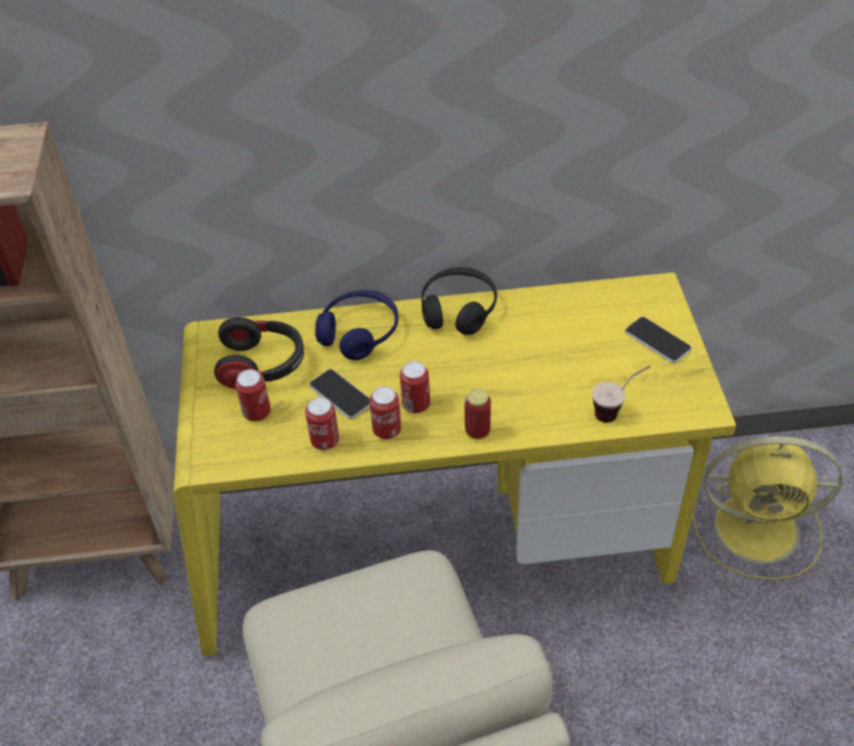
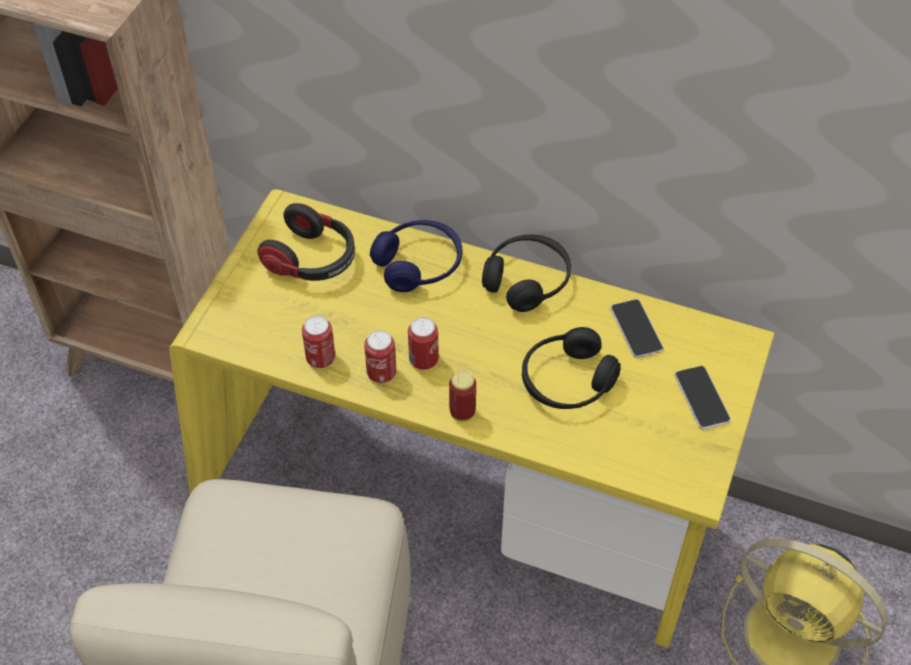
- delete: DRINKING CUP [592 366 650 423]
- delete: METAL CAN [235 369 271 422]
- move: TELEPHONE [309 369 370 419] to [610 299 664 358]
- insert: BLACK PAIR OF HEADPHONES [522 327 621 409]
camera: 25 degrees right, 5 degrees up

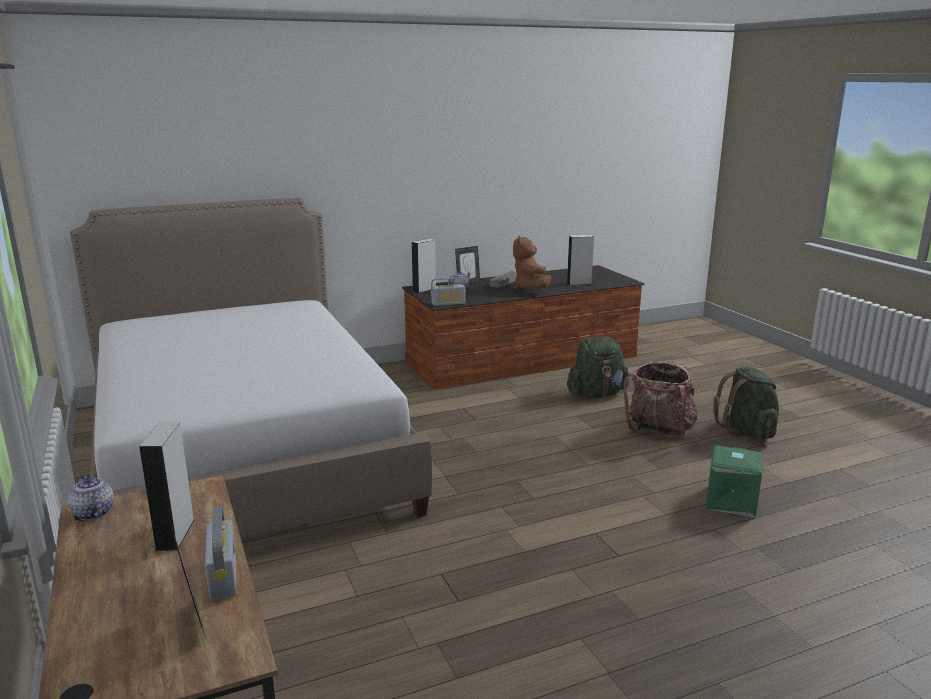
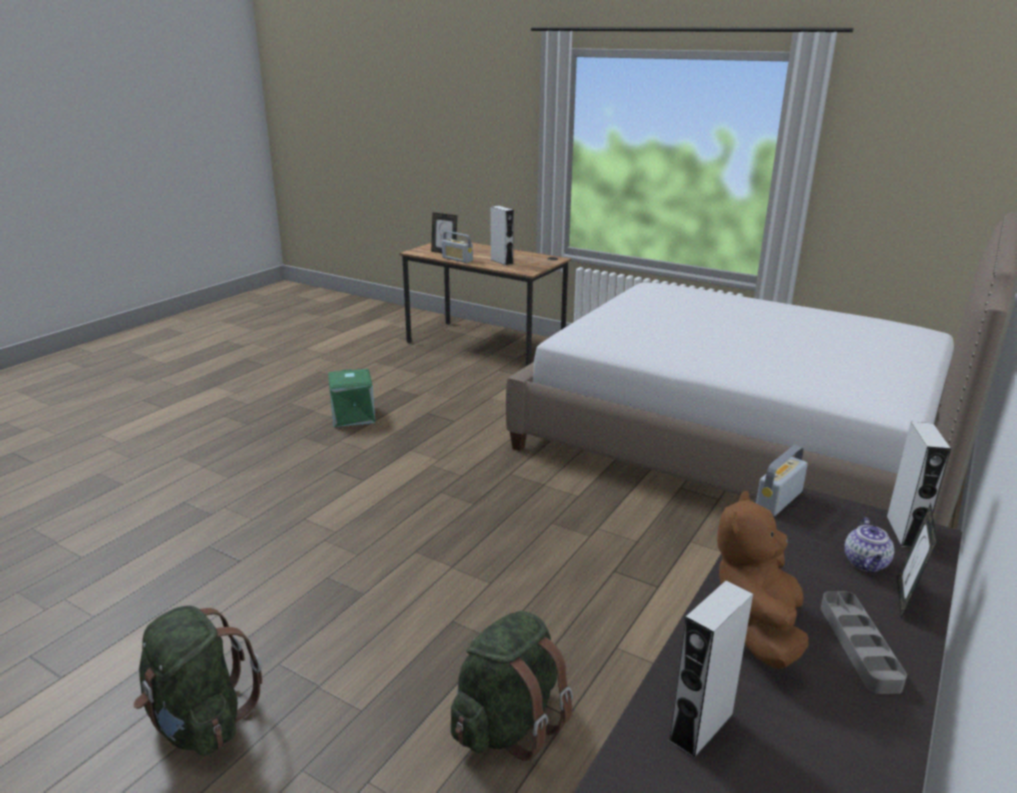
- rotate: BROWN-COLOURED SOFT TOY [513 235 551 289] = [717 491 808 668] 120 degrees counterclockwise
- delete: RUCKSACK [624 359 697 437]
- move: GREENISH STORAGE CONTAINER [706 445 762 518] to [328 369 375 427]
- delete: TEA POT [68 474 114 520]
camera: 145 degrees right, 5 degrees up

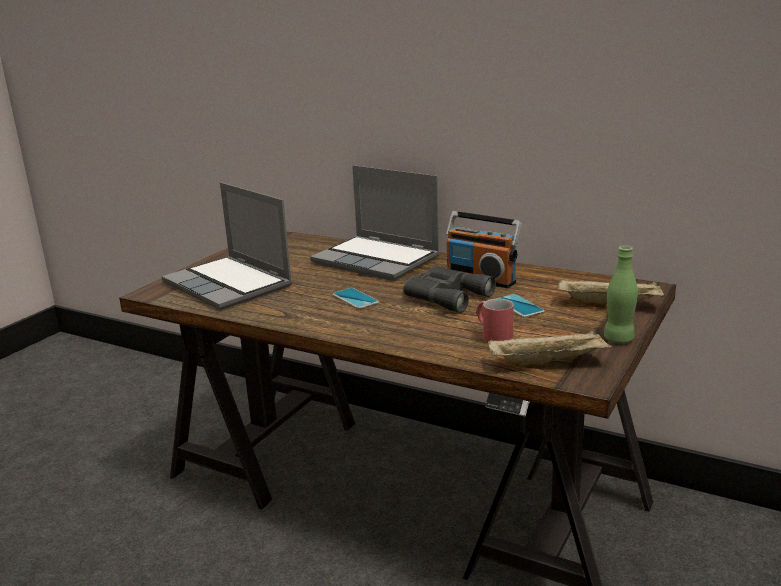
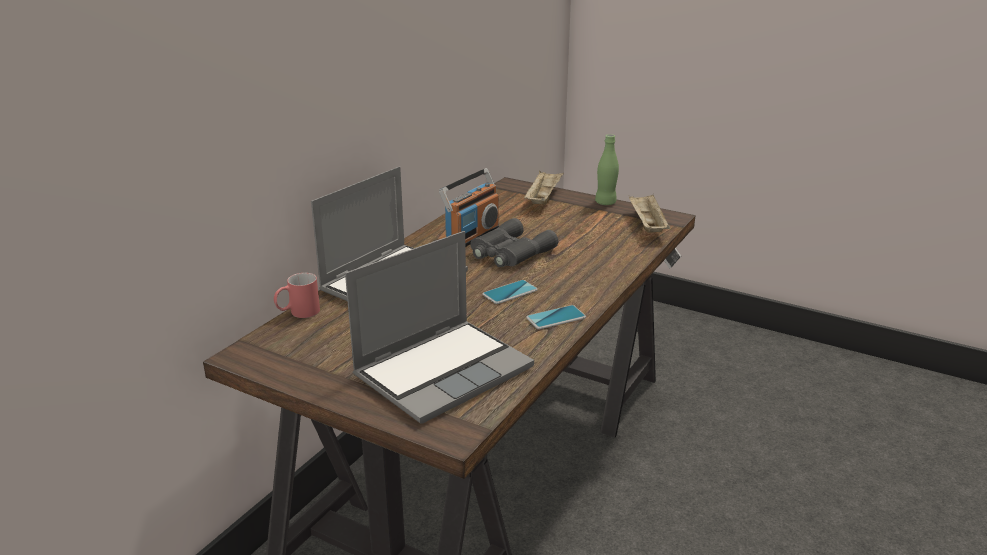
- move: TELEPHONE [496 294 545 318] to [526 305 586 329]
- move: REDDISH TEA MUG [476 299 514 344] to [274 273 320 318]
camera: 90 degrees left, 5 degrees up

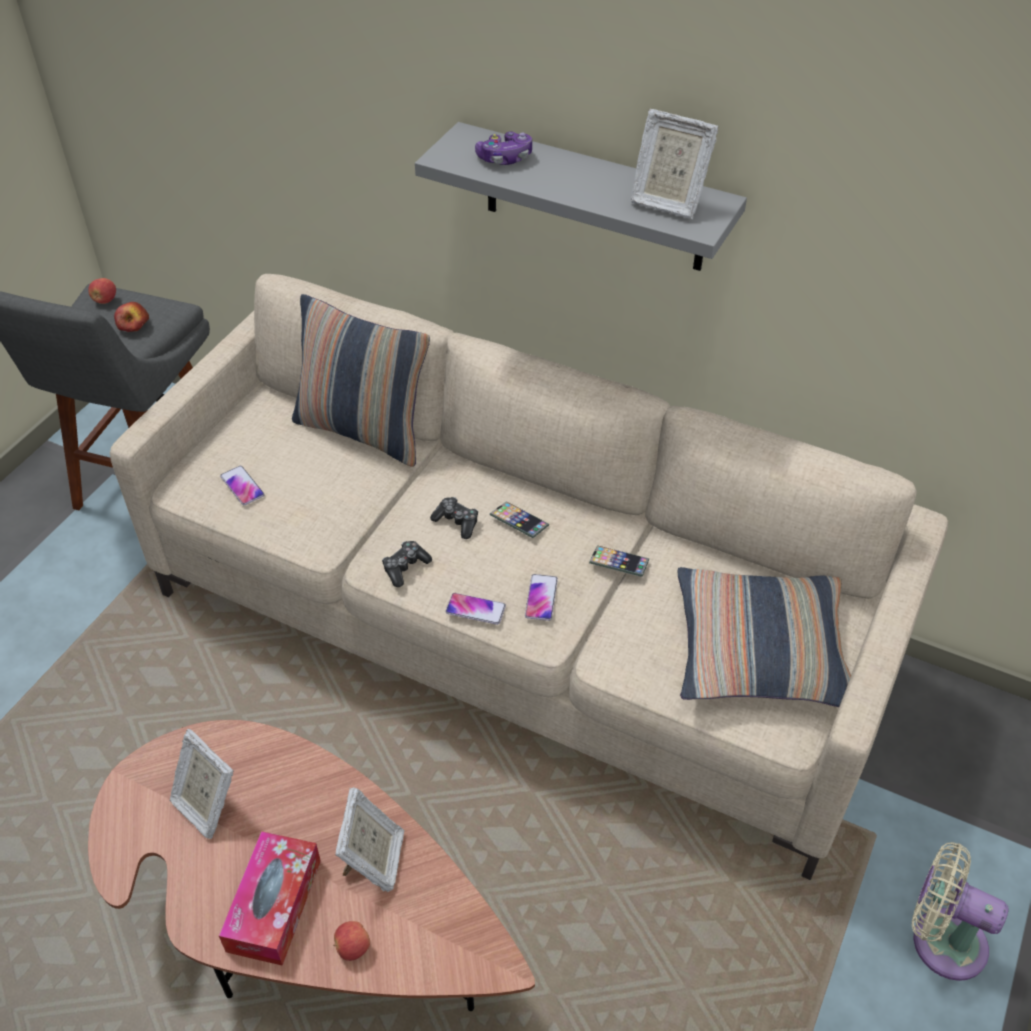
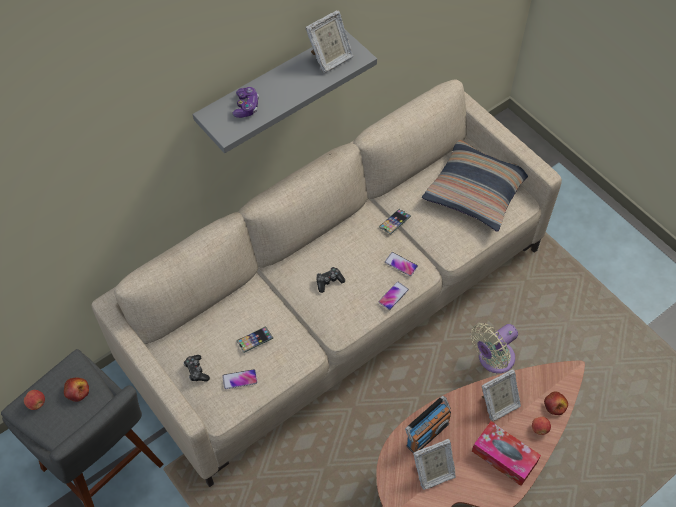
- delete: PILLOW [292 294 430 467]
- move: TELEPHONE [490 501 549 538] to [236 326 273 353]
- move: JOYPAD [382 541 432 587] to [183 355 210 382]
- rotate: PICTURE FRAME [336 787 404 892] = [482 369 521 421] 120 degrees clockwise
- move: SAND-COLOURED FAN [912 842 1009 981] to [471 323 518 373]
- insert: APPLE [544 391 568 415]
- insert: RADIO RECEIVER [405 396 451 453]
camera: 65 degrees left, 10 degrees up

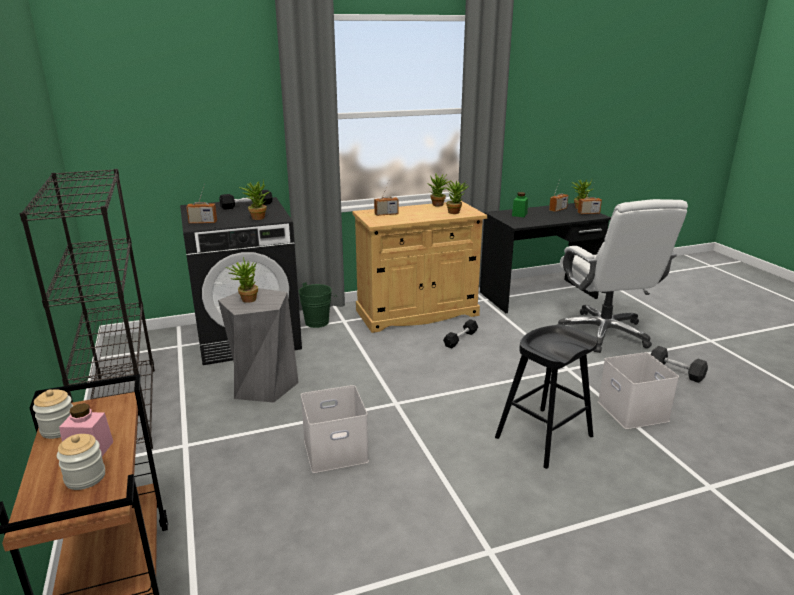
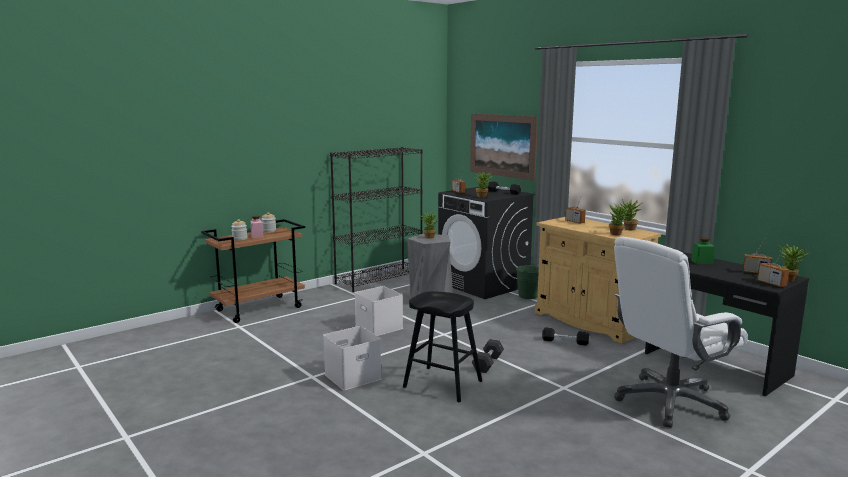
- move: GRAY DUMBBELL [651 346 708 383] to [472 339 504 373]
- move: WHITISH STORAGE CONTAINER [598 352 679 429] to [323 326 382 391]
- insert: WALL ART [470 114 538 181]
camera: 70 degrees right, 10 degrees down

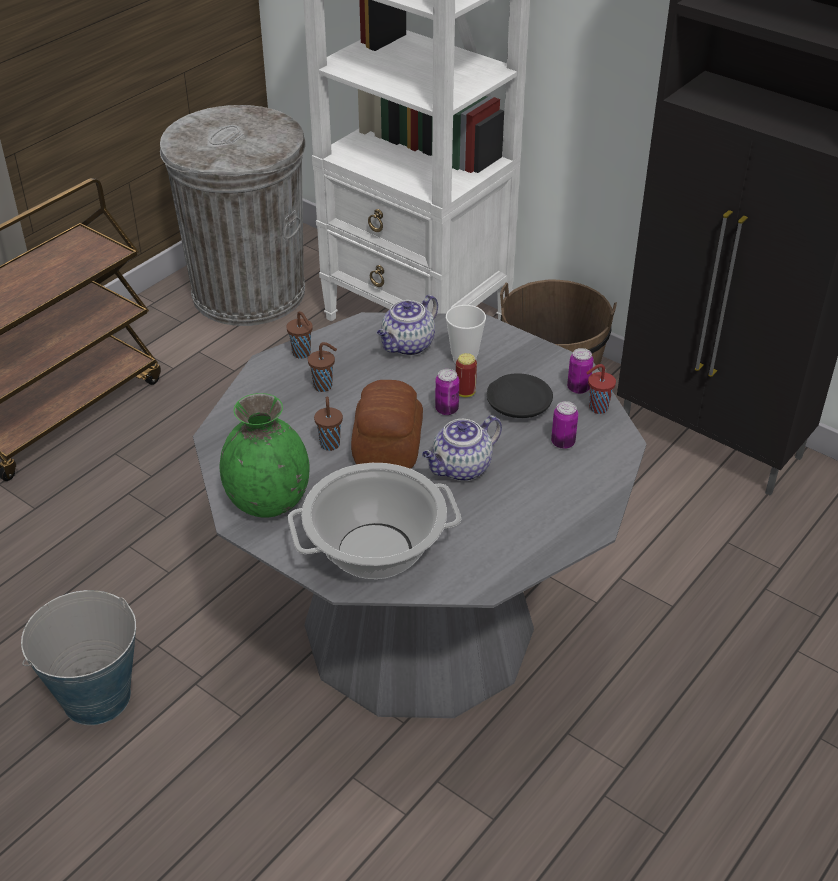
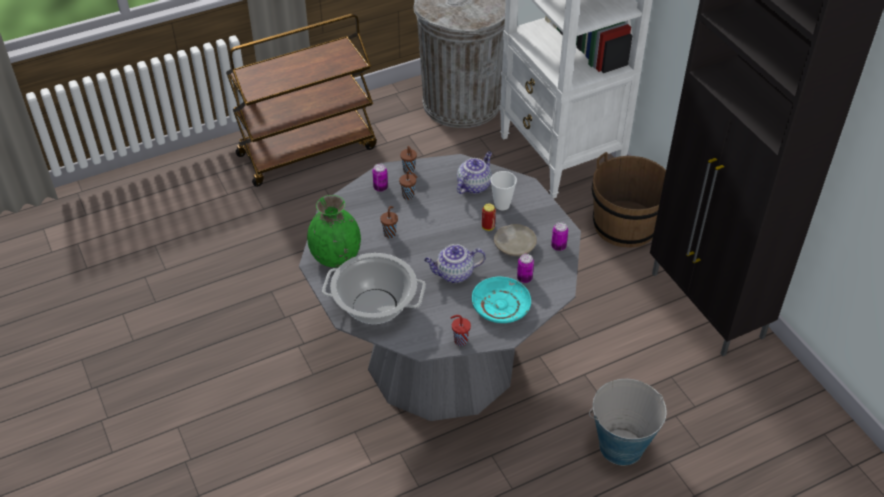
- rotate: TEA POT [377 295 438 356] = [457 152 492 194] 150 degrees clockwise
- move: REDDISH DRINKING CUP [586 364 616 414] to [450 315 471 346]
- move: METAL CAN [435 369 459 415] to [372 164 388 192]
- recolor: BLACK FLAT DISH [487 374 553 418] to SAND-COLOURED FLAT DISH [494 224 537 256]
- delete: BAKED BREAD [351 380 423 469]
- move: BUCKET [21 590 136 725] to [589 379 667 465]
- insert: TURQUOISE FLAT DISH [472 277 531 323]
camera: 25 degrees right, 5 degrees up

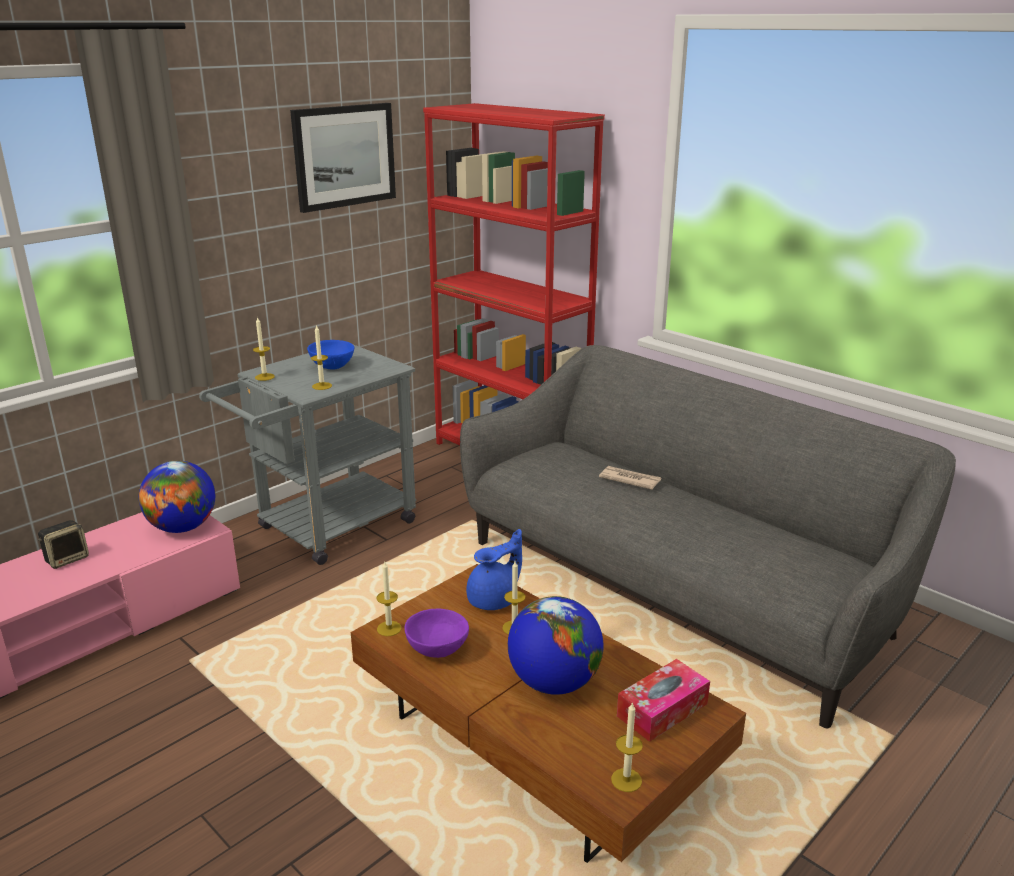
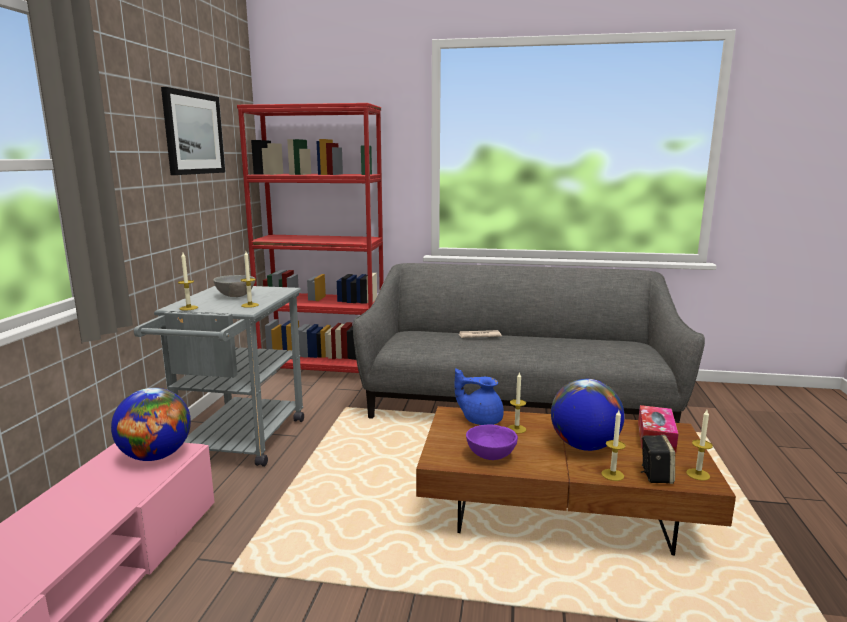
- recolor: BLUE-COLOURED BOWL [307 340 354 369] to GRAY BOWL [213 275 255 297]
- move: SPEAKER [38 520 89 569] to [641 435 675 484]
- rotate: BLUE-COLOURED TEA POT [466 529 522 610] = [455 368 504 425] 90 degrees counterclockwise
- move: CANDLE [377 562 401 636] to [601 410 626 481]
camera: 35 degrees left, 10 degrees down

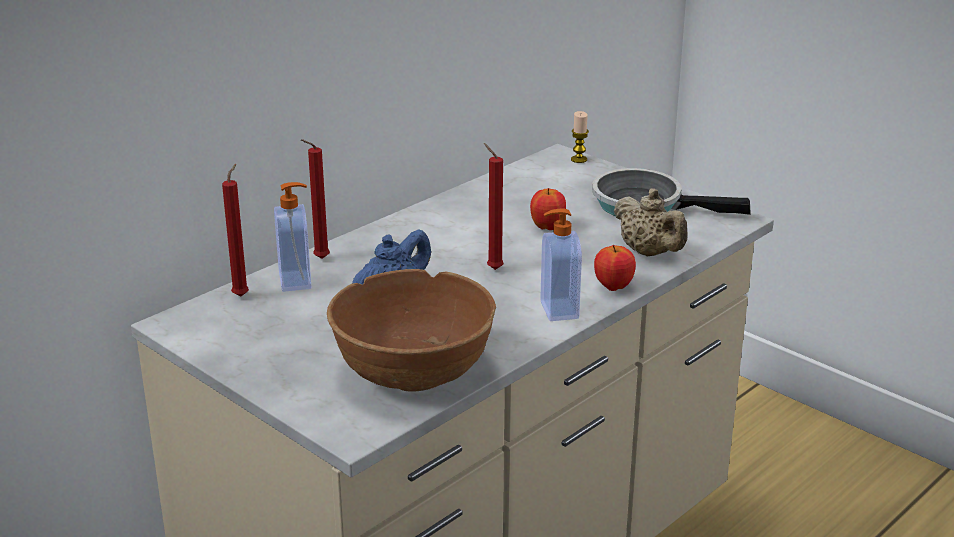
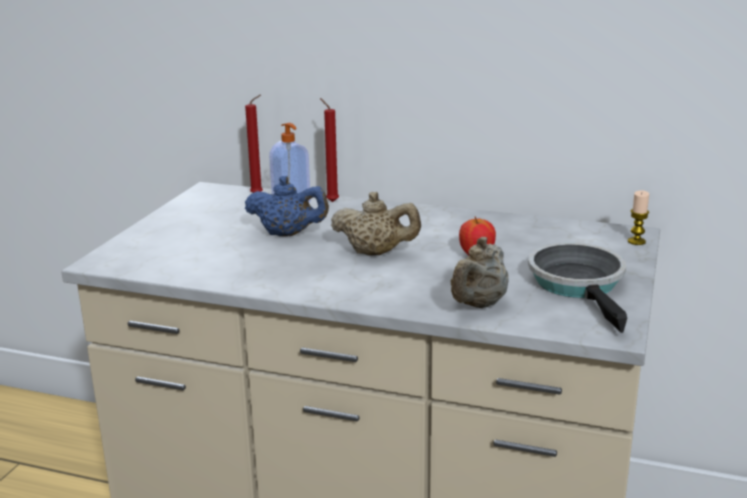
- replace: REDDISH CANDLE [484 143 504 270] to SAND-COLOURED TEA POT [331 192 421 256]
- delete: SOAP DISPENSER [540 208 582 321]
- delete: APPLE [594 245 636 291]
- delete: BROWN-COLOURED BOWL [327 269 496 391]
camera: 65 degrees right, 5 degrees down

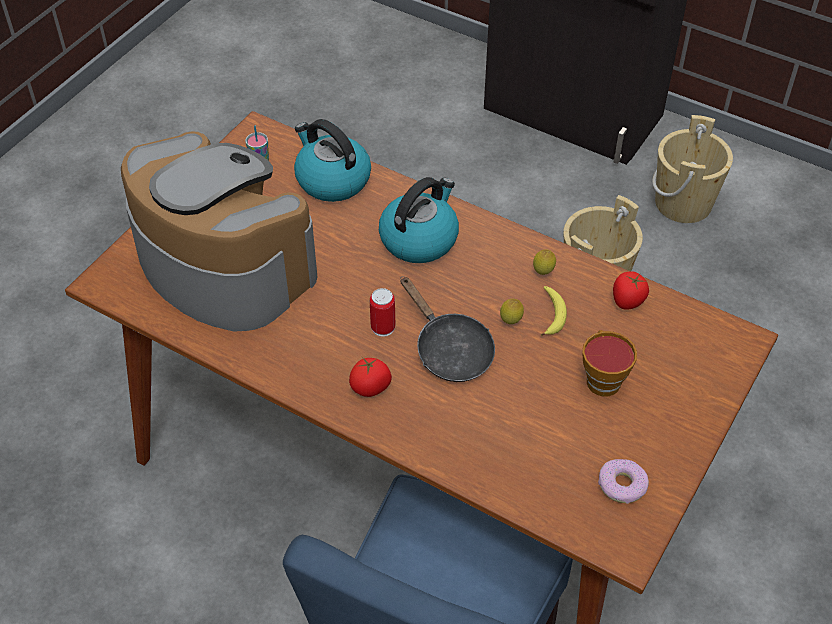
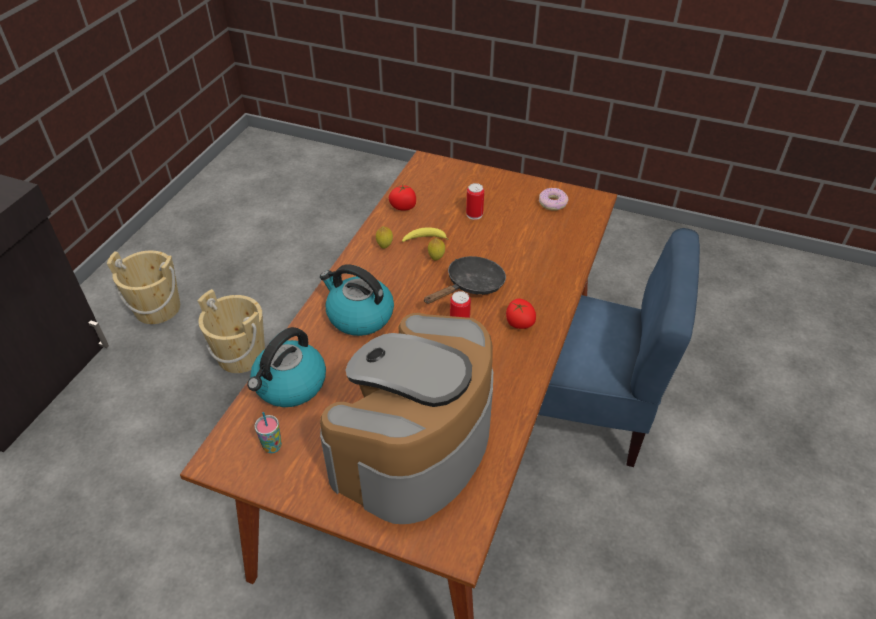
- replace: DRINKING CUP [582 330 637 396] to METAL CAN [466 183 484 220]
camera: 100 degrees left, 5 degrees down

